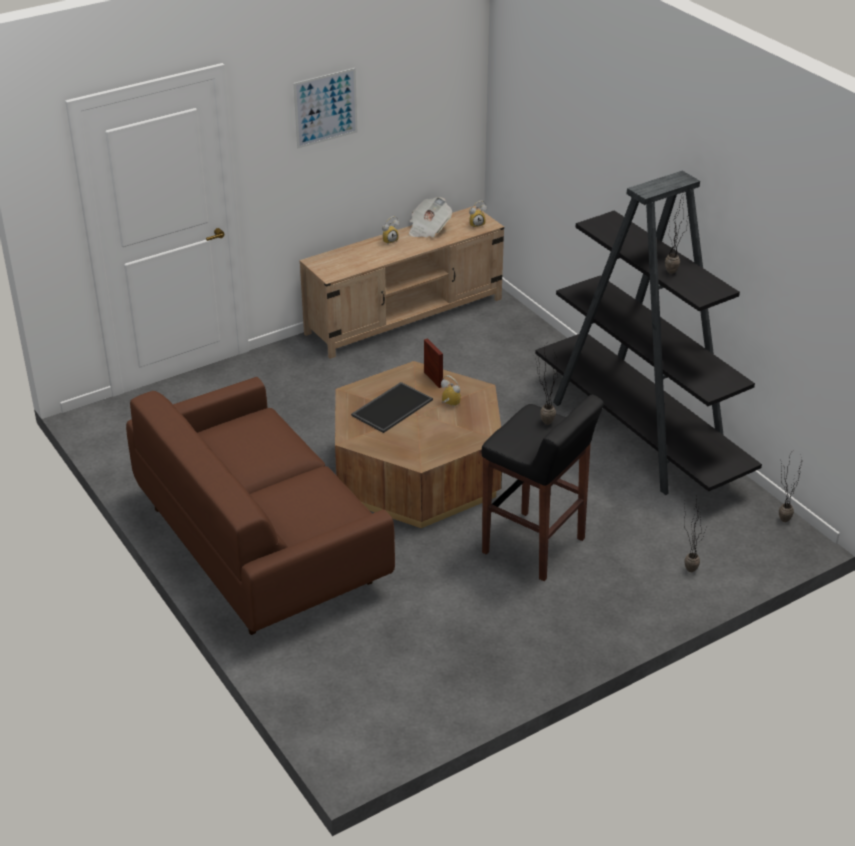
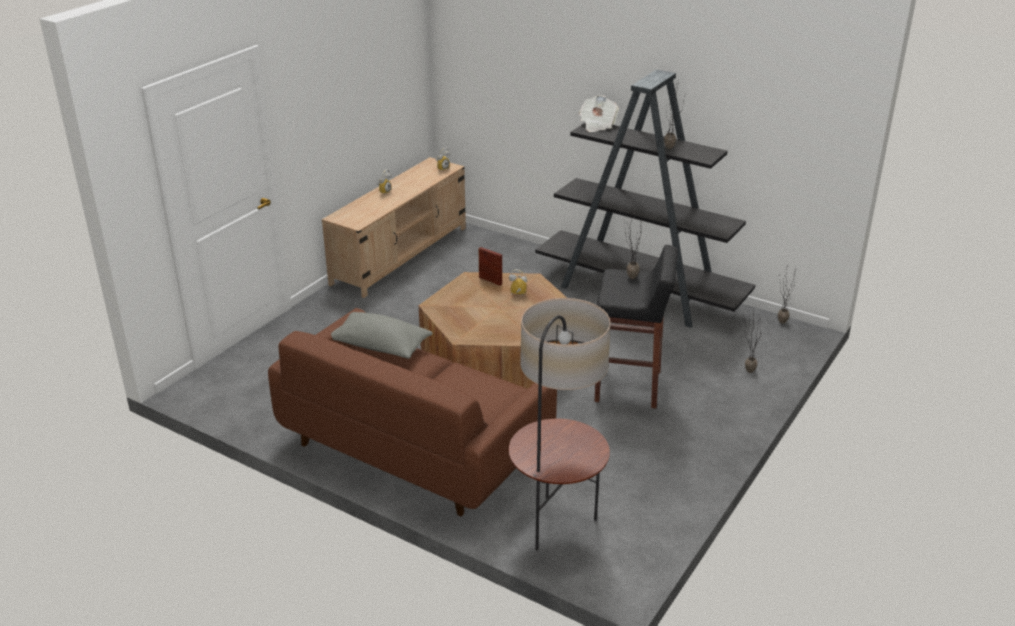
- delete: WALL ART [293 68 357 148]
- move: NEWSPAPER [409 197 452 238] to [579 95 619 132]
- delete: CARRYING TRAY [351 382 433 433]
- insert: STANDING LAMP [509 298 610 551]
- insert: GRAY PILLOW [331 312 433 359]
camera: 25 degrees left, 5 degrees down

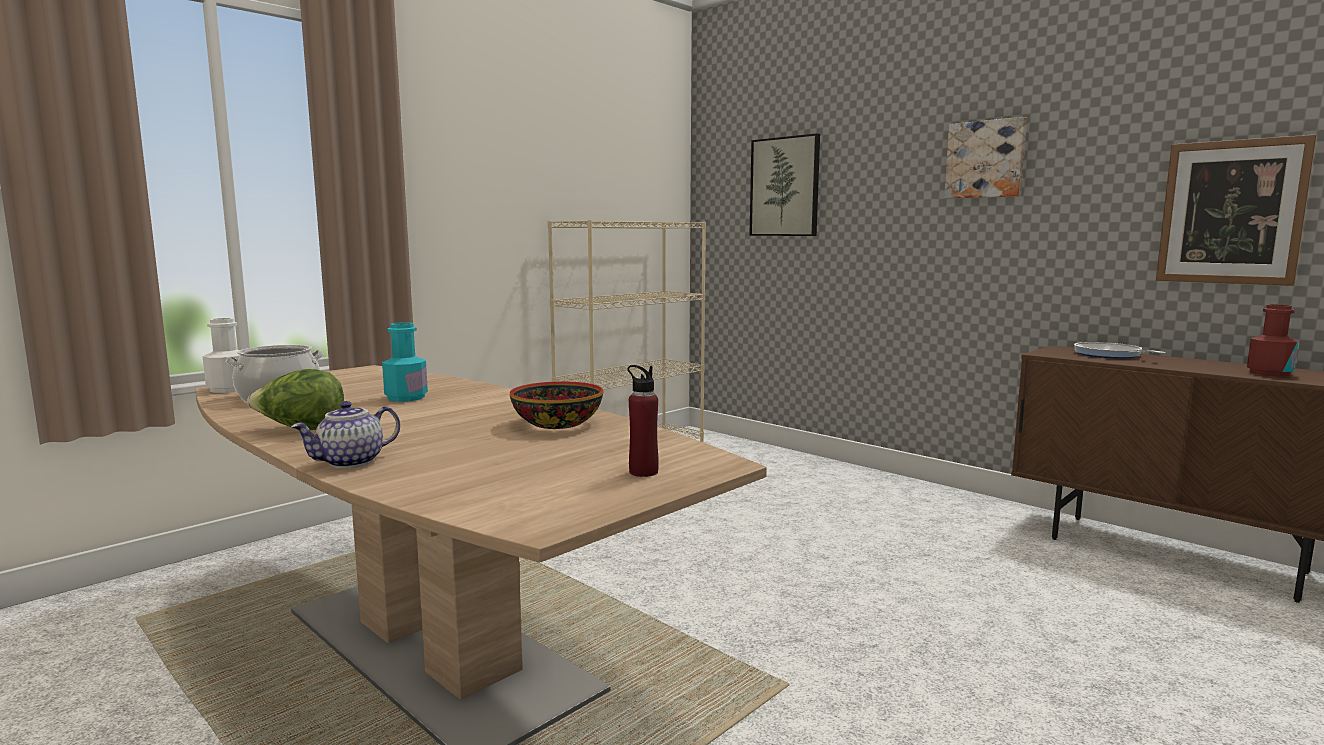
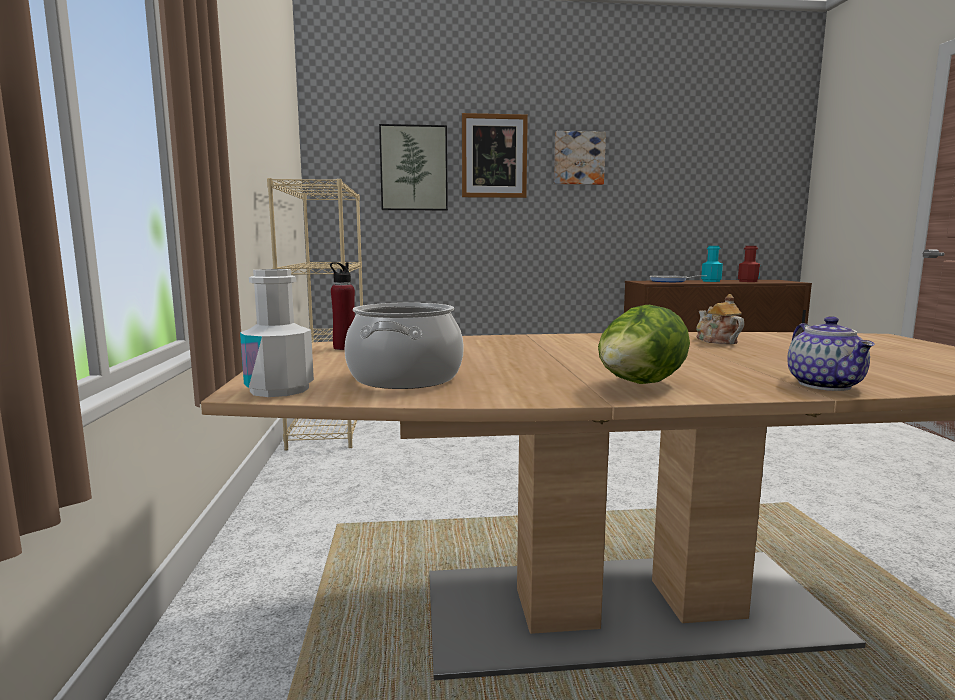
- move: WALL ART [1156 134 1317 286] to [462 113 528 198]
- move: TURQUOISE BEVERAGE BOTTLE [382 322 428 402] to [701 246 723 282]
- move: REDDISH BEVERAGE BOTTLE [628 365 659 477] to [330 262 355 350]
- replace: BOWL [510 381 603 429] to TEA POT [696 294 744 344]
camera: 50 degrees left, 0 degrees up

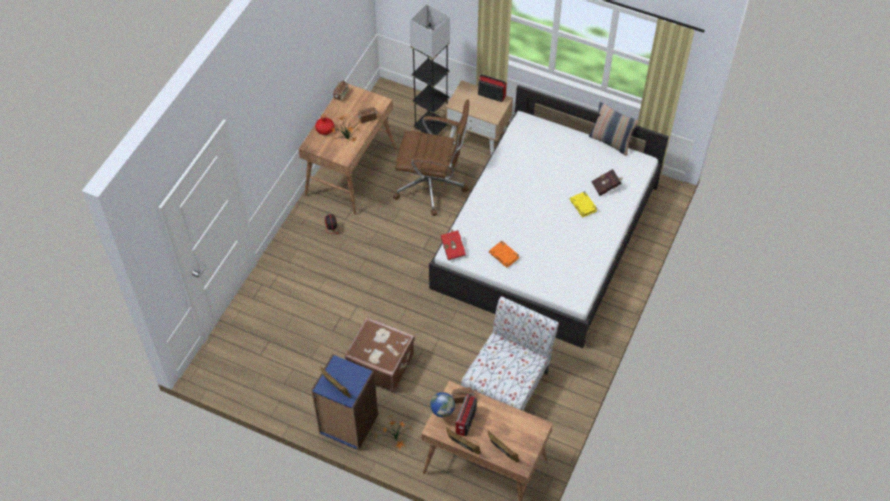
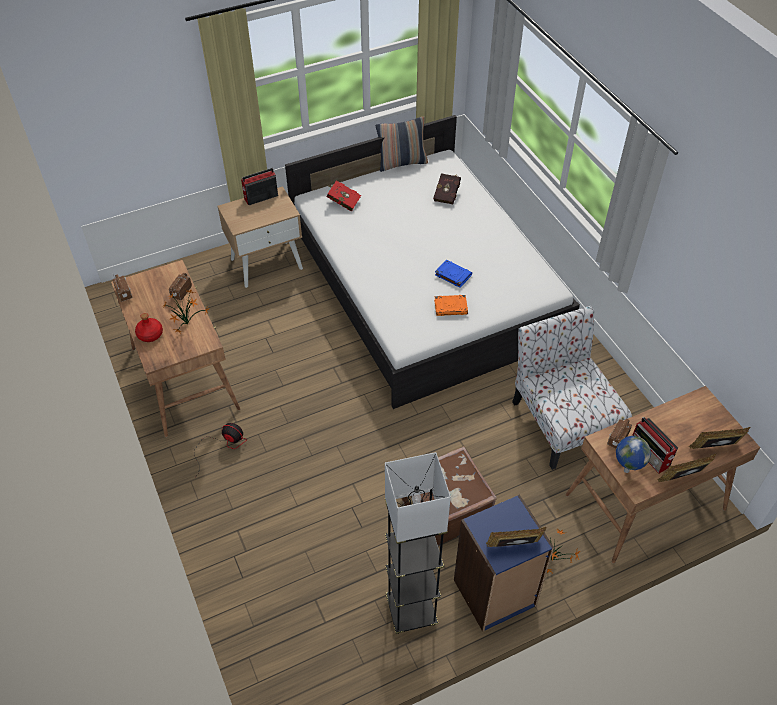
- move: GRAY STANDING LAMP [410 4 450 135] to [385 452 451 634]
- delete: BROWN-COLOURED OFFICE CHAIR [393 99 470 216]
- delete: YELLOWISH VOLUME [570 192 597 217]
- move: REDDISH VOLUME [441 229 466 260] to [326 181 361 212]
- insert: BLUE-COLOURED VOLUME [435 260 472 288]
camera: 50 degrees left, 5 degrees down

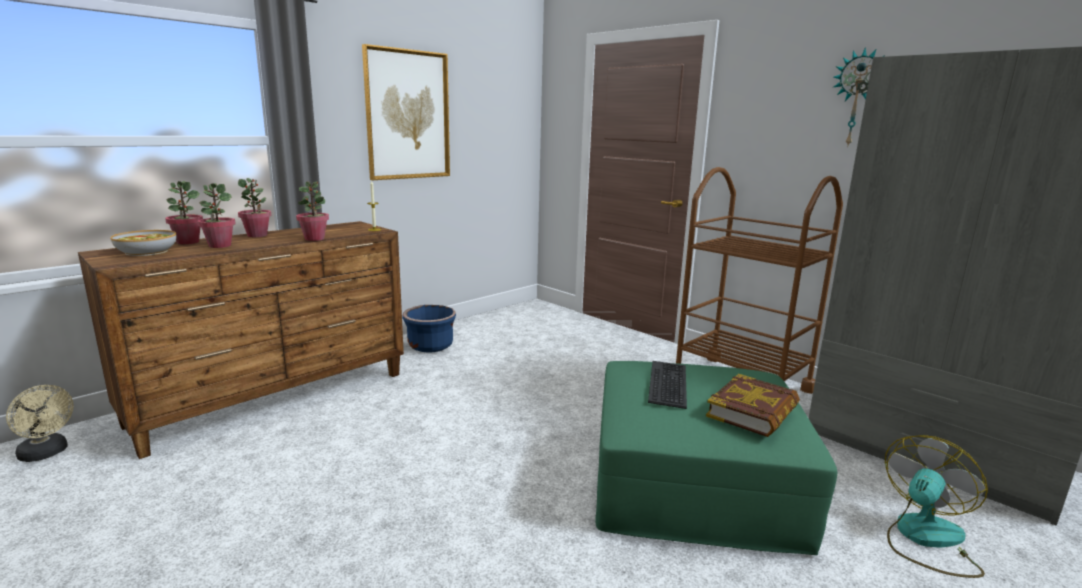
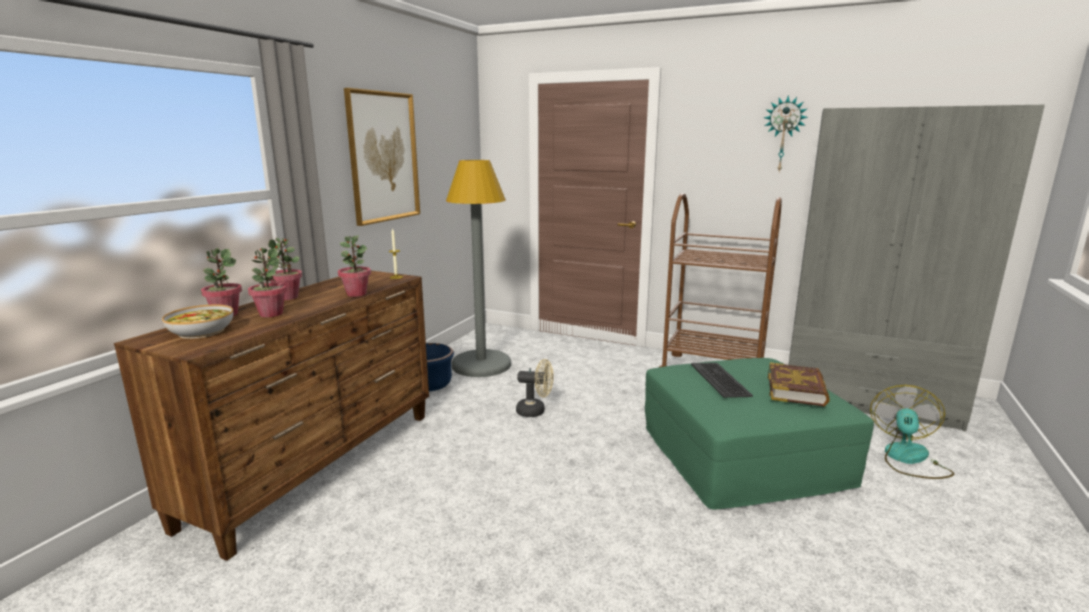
- move: SAND-COLOURED FAN [6 385 74 462] to [516 359 554 417]
- insert: GRAY STANDING LAMP [446 160 511 377]
camera: 20 degrees left, 0 degrees up

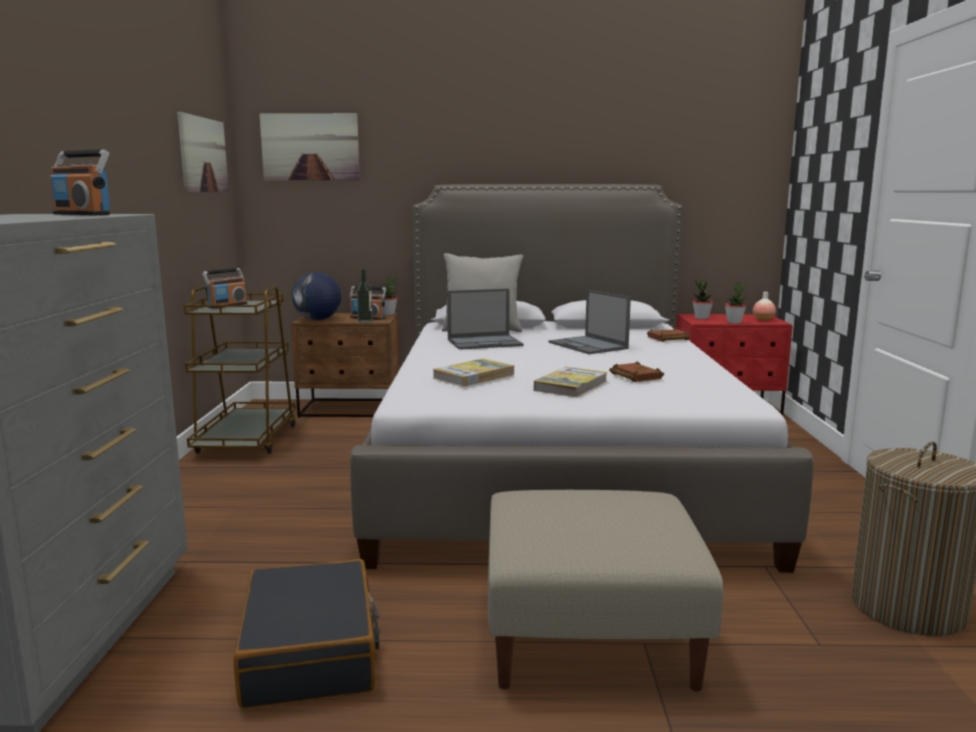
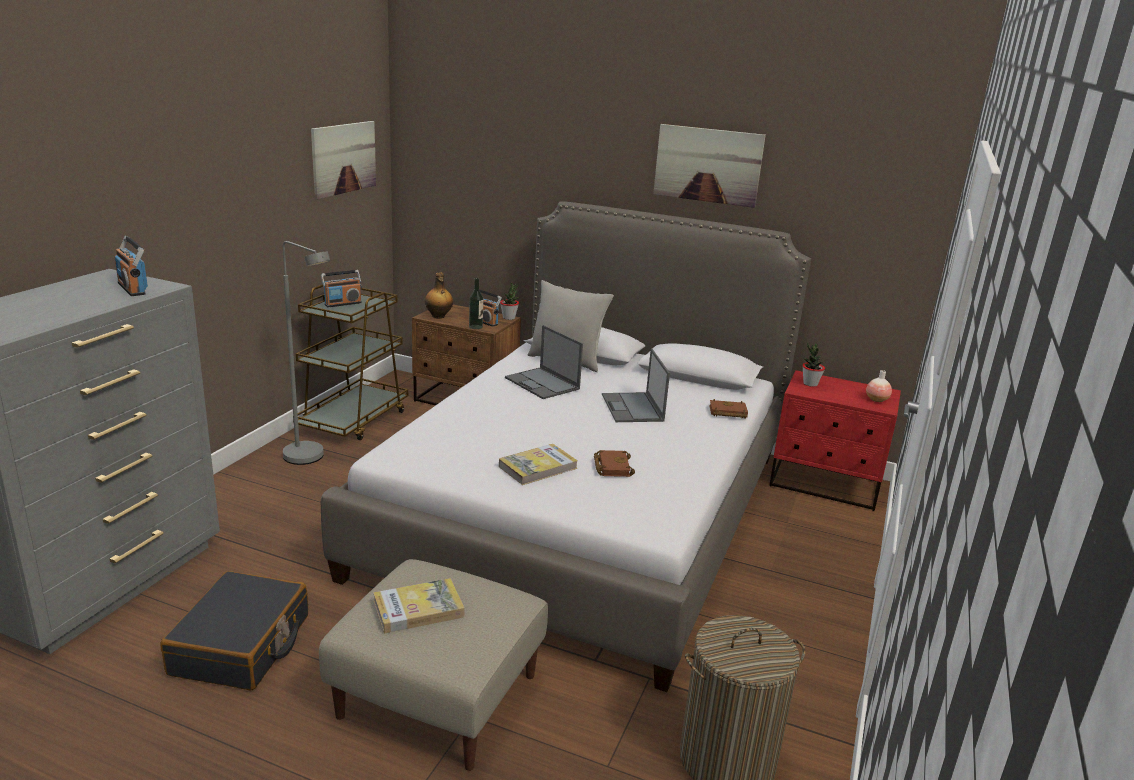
- move: WALL ART [260 113 360 180] to [653 124 766 208]
- replace: WORLD GLOBE [292 272 341 320] to BEVERAGE BOTTLE [425 273 453 319]
- delete: PLANT IN A POT [725 282 748 324]
- rotate: LAPTOP [447 289 524 350] = [505 325 583 399] 45 degrees clockwise
- move: VOLUME [432 358 514 387] to [373 578 464 633]
- insert: GRAY STANDING LAMP [283 241 330 465]
camera: 20 degrees right, 10 degrees up

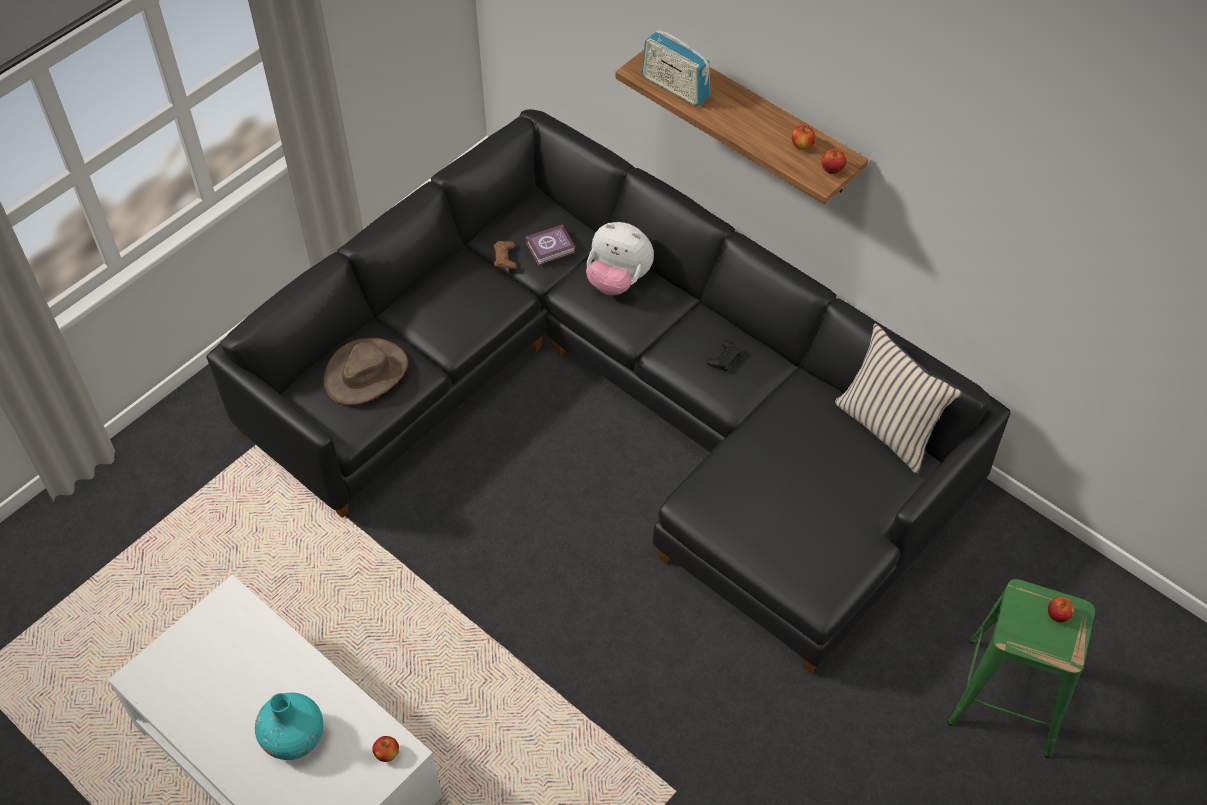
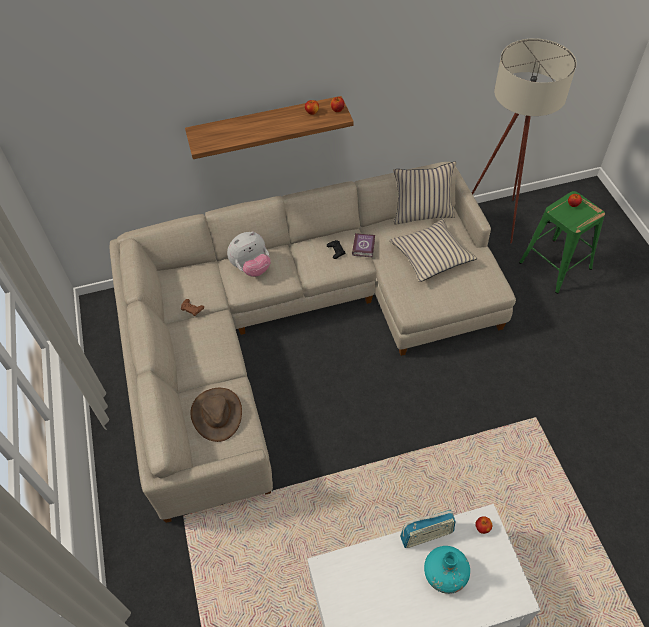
- move: RADIO RECEIVER [642 29 710 106] to [400 509 456 548]
- recolor: BLACK SETTEE [206 109 1010 674] to SAND-COLOURED SETTEE [110 162 516 523]
- move: VOLUME [526 224 576 266] to [352 233 375 258]
- insert: SAND-COLOURED STANDING LAMP [472 38 577 244]
- insert: SAND-COLOURED PILLOW [389 218 477 282]
camera: 55 degrees left, 0 degrees up

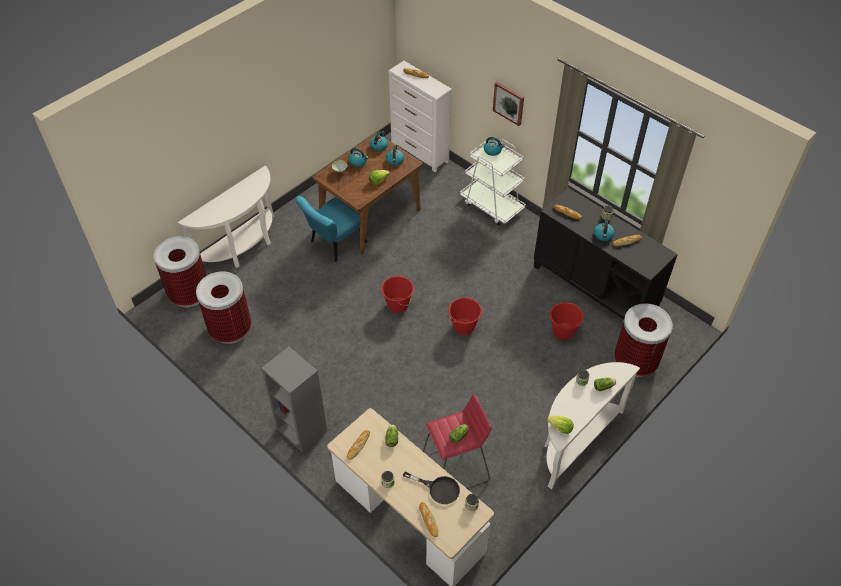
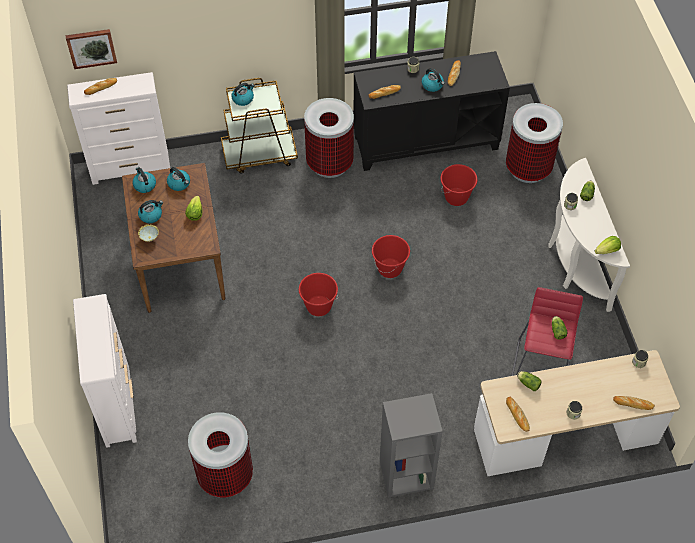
- move: WALL ART [493 82 524 126] to [66 29 117 69]
- recolor: WHITISH CART [460 139 526 225] to BROWN-COLOURED CART [221 78 298 174]
- replace: WHITISH NARROW TABLE [178 166 275 268] to WHITISH DRAWER CHEST [73 294 137 448]
- delete: TURQUOISE UPRIGHT CHAIR [295 196 367 262]
- move: WASTE BIN [154 236 207 307] to [304 98 354 178]
- delete: BLACK FRYING PAN [403 472 460 504]
camera: 55 degrees left, 5 degrees up

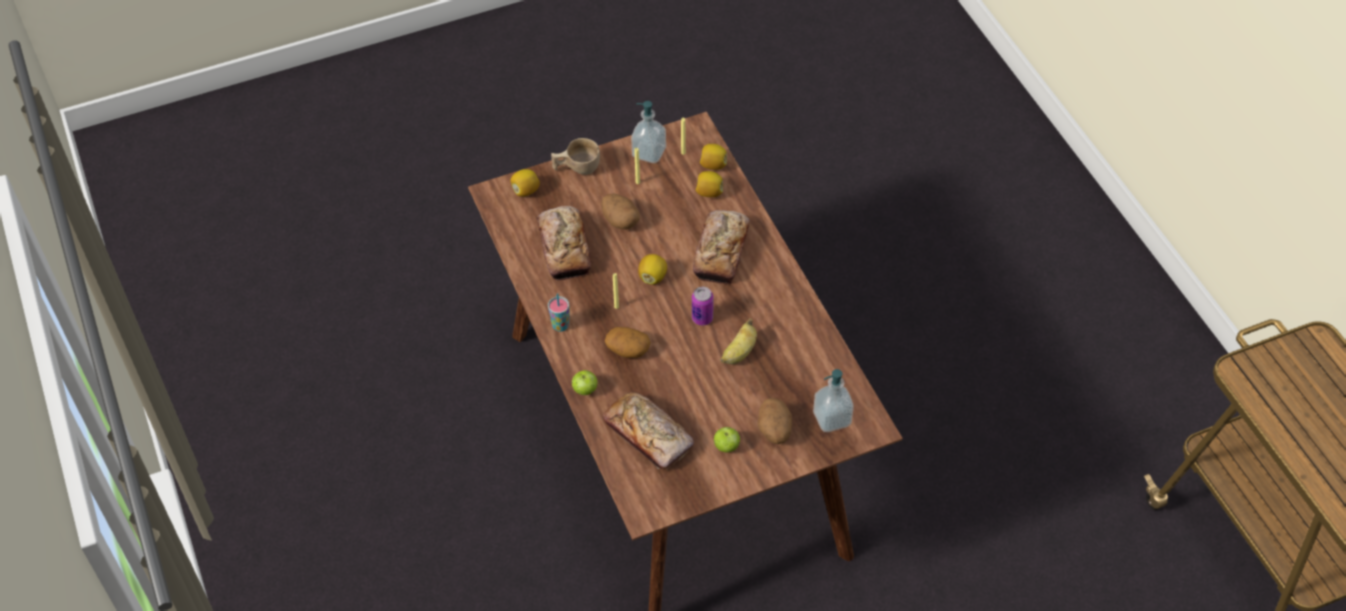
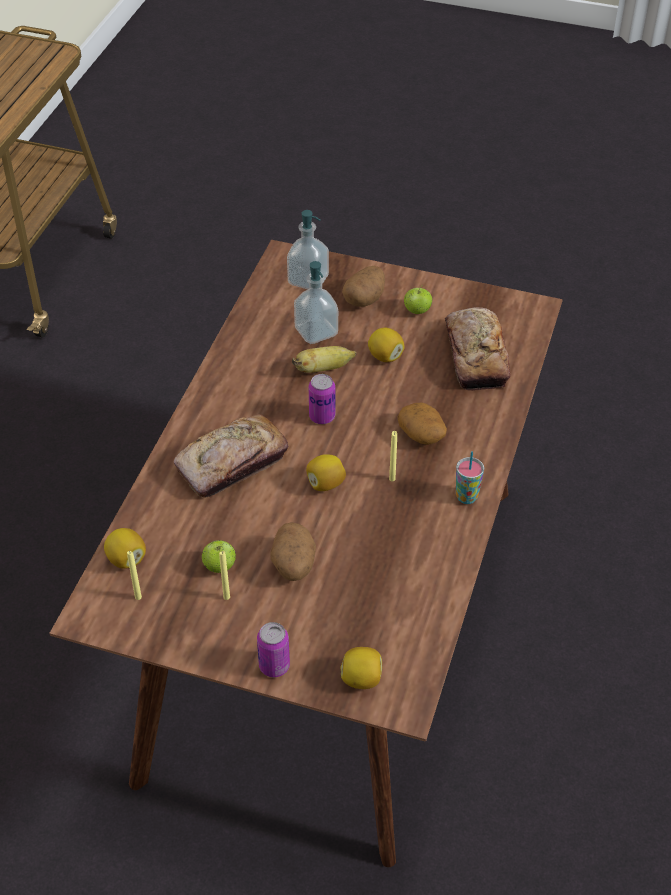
- move: SOAP DISPENSER [631 101 666 163] to [294 261 338 344]
- replace: SAND-COLOURED DRINKING CUP [551 138 600 175] to METAL CAN [257 622 290 677]
- move: CITRUS FRUIT [696 171 723 197] to [368 328 405 362]
- delete: BAKED BREAD [537 206 591 281]
- move: APPLE [572 370 598 395] to [201 540 236 573]
camera: 140 degrees left, 5 degrees down

